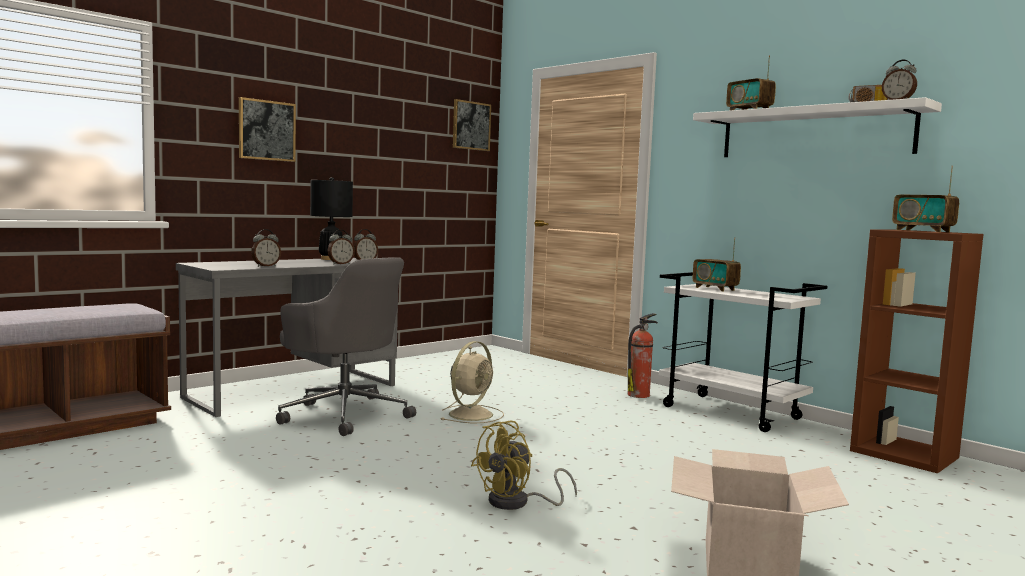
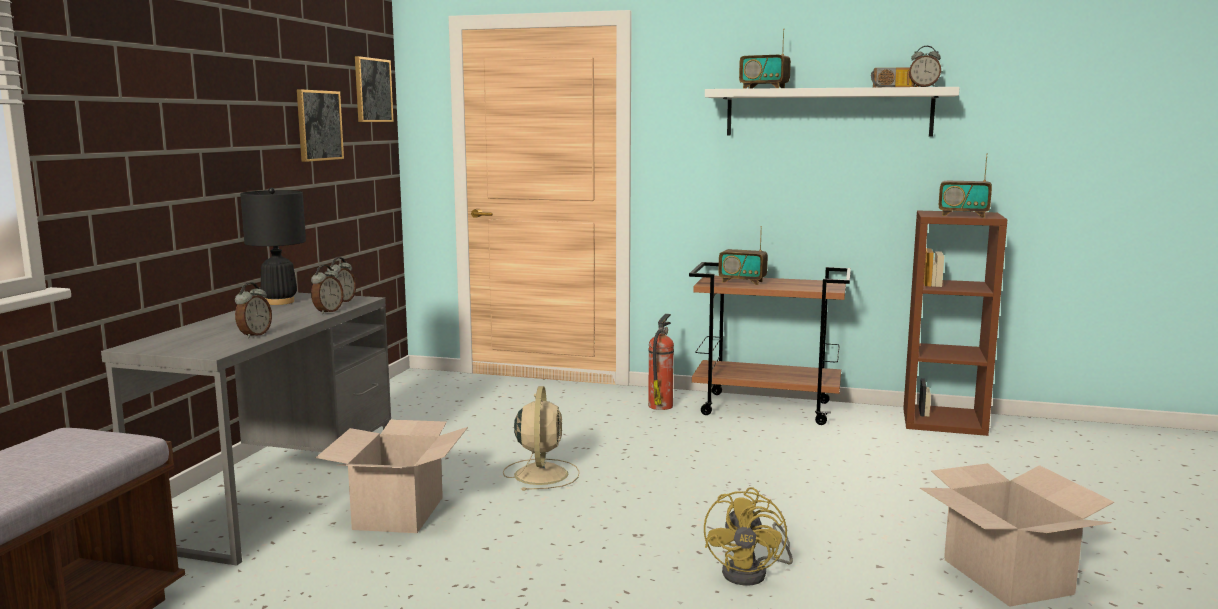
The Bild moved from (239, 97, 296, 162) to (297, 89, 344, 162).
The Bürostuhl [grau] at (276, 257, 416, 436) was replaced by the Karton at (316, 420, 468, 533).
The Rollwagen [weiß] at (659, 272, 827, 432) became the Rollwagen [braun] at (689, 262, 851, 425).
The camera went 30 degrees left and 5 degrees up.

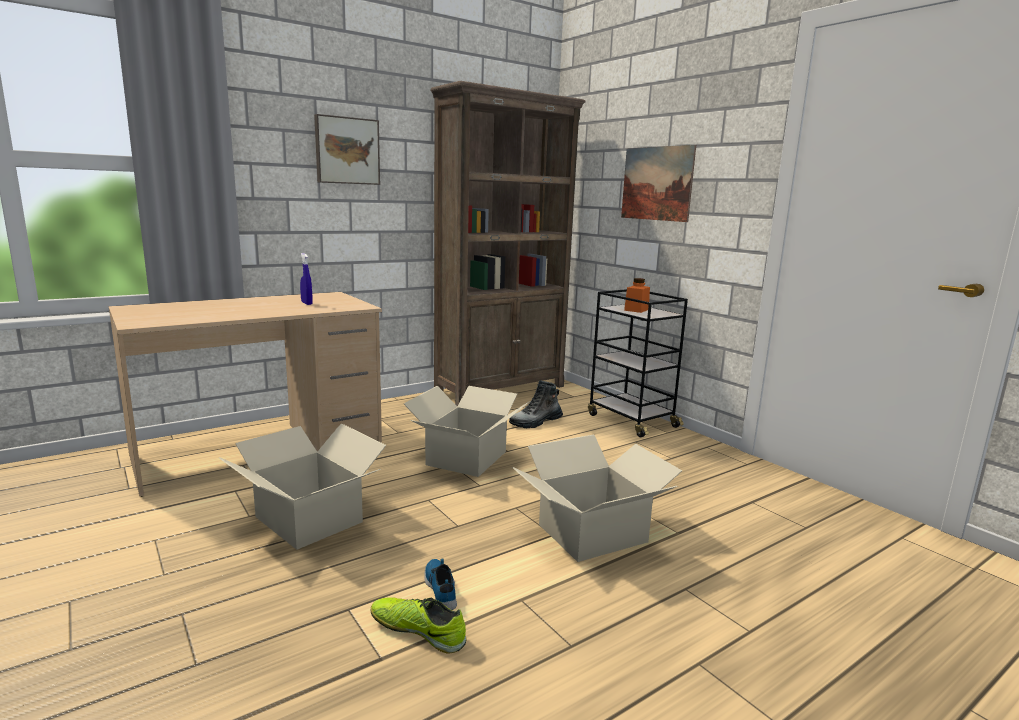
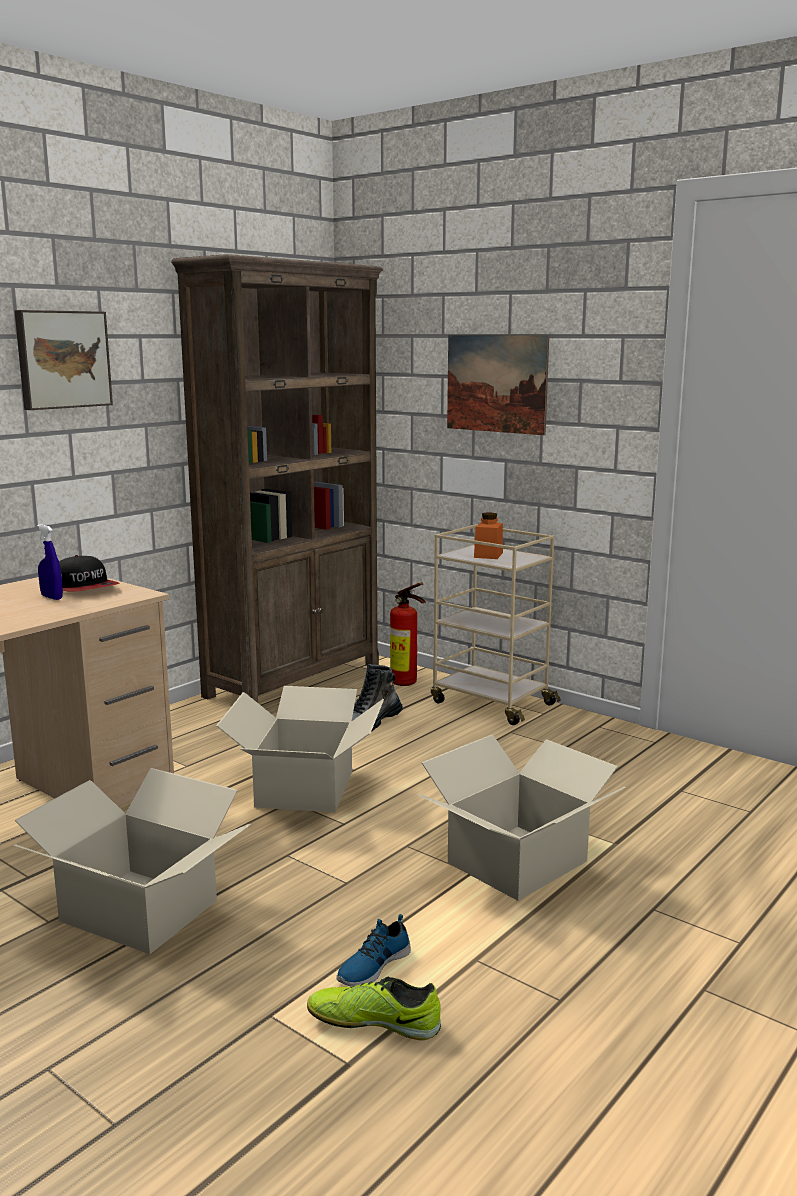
The Rollwagen [schwarz] at (588, 289, 688, 437) became the Rollwagen [beige] at (431, 524, 561, 725).
The Schuh at (424, 558, 457, 610) turned 105 degrees counterclockwise.
The Kappe at (59, 555, 120, 592) appeared.
The Feuerlöscher at (390, 582, 426, 686) appeared.
The camera went 15 degrees left and 0 degrees up.

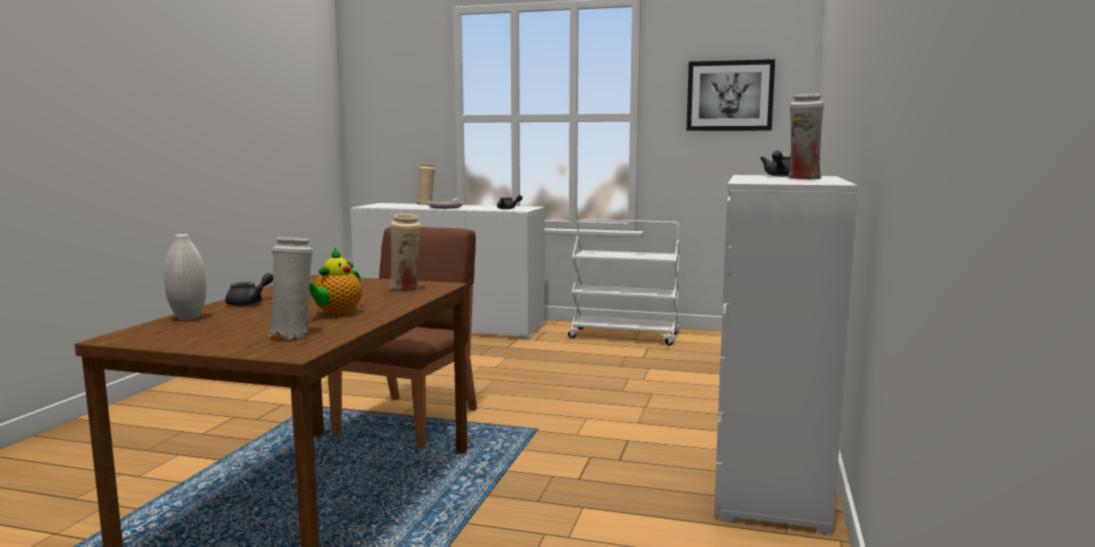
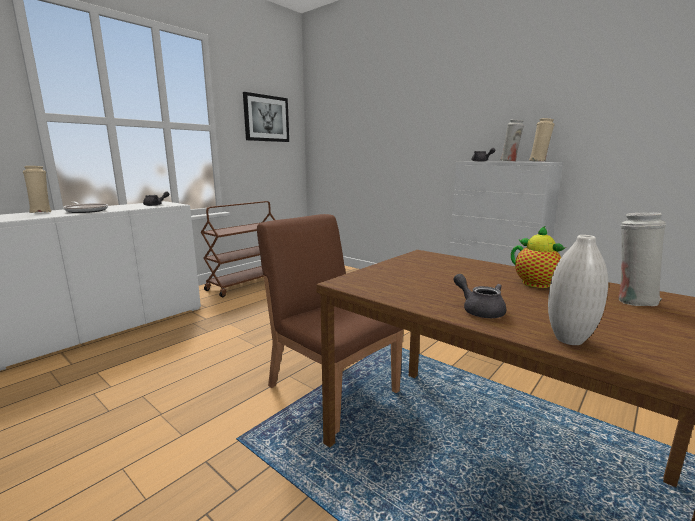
The Vase [beige] moved from (389, 214, 421, 291) to (529, 118, 555, 162).
The Rollwagen [weiß] at (568, 219, 680, 345) became the Rollwagen [braun] at (201, 201, 275, 297).
The camera went 65 degrees left and 5 degrees up.

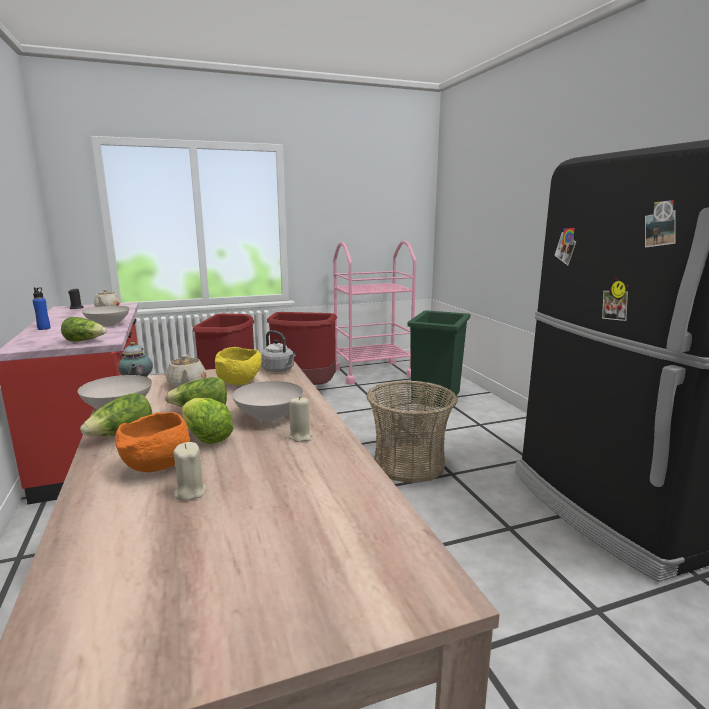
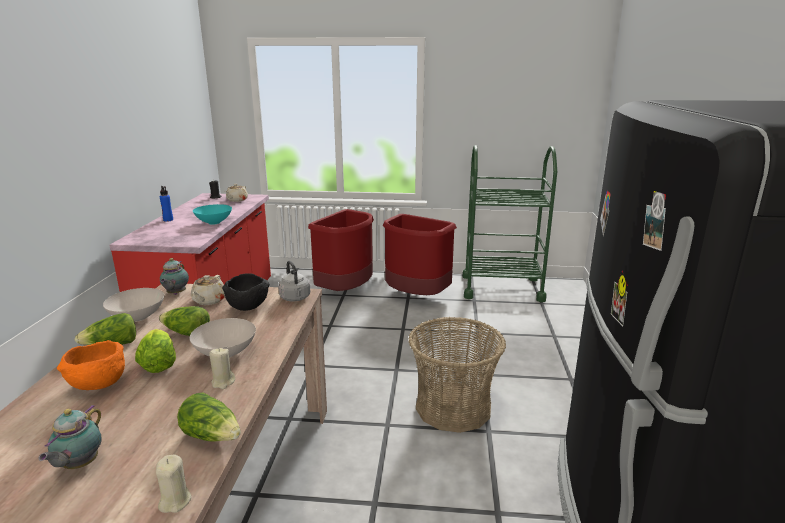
The Rollwagen [rosa] at (333, 241, 416, 385) became the Rollwagen [grün] at (462, 145, 557, 302).
The Schüssel [weiß] at (82, 306, 130, 327) became the Schüssel [türkis] at (193, 204, 232, 225).
The Mülleimer [grün] at (407, 310, 470, 408) disappeared.
The Salatkopf moved from (61, 317, 107, 342) to (177, 393, 241, 441).
The Schüssel [gelb] at (215, 347, 262, 385) became the Schüssel [schwarz] at (222, 273, 270, 311).
The Kerze [beige] moved from (173, 442, 206, 501) to (156, 455, 192, 513).
The Teekanne at (38, 405, 102, 469) appeared.
The camera went 25 degrees right and 5 degrees up.

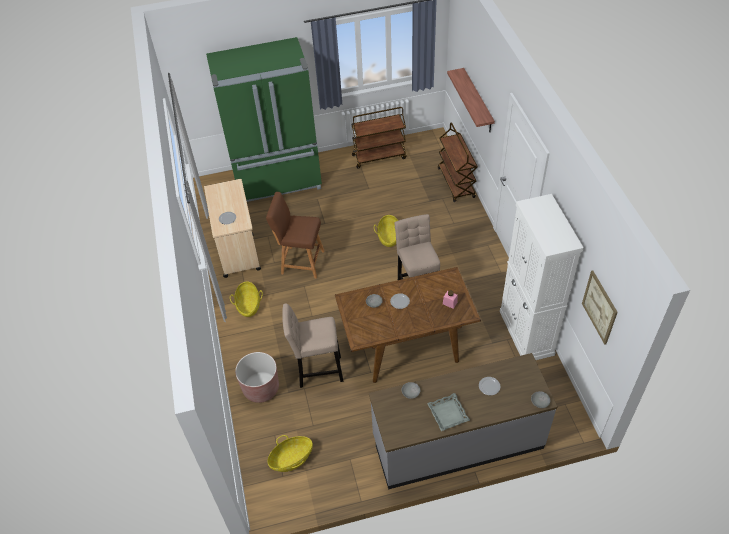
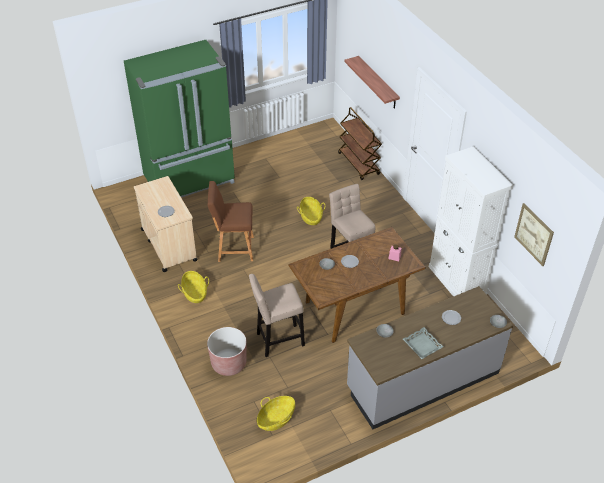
The Rollwagen [braun] at (351, 107, 407, 169) disappeared.
The camera went 15 degrees left and 5 degrees down.

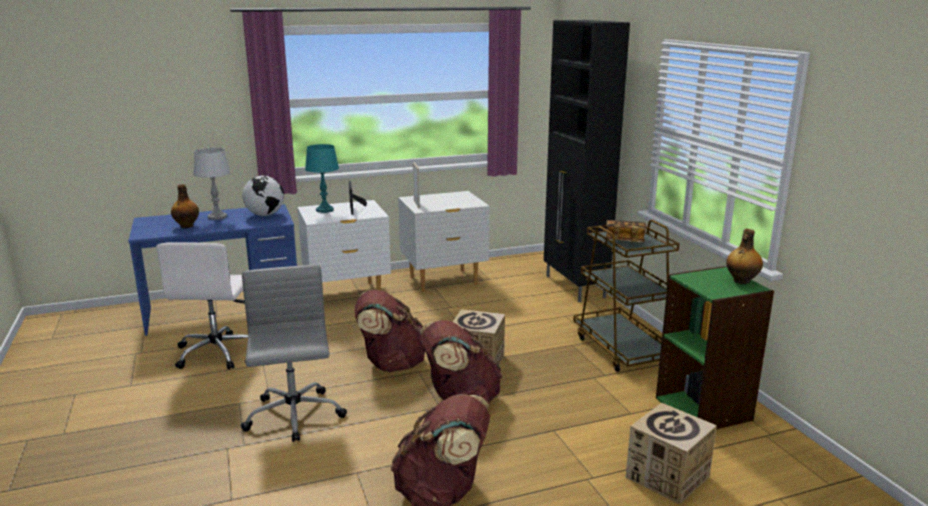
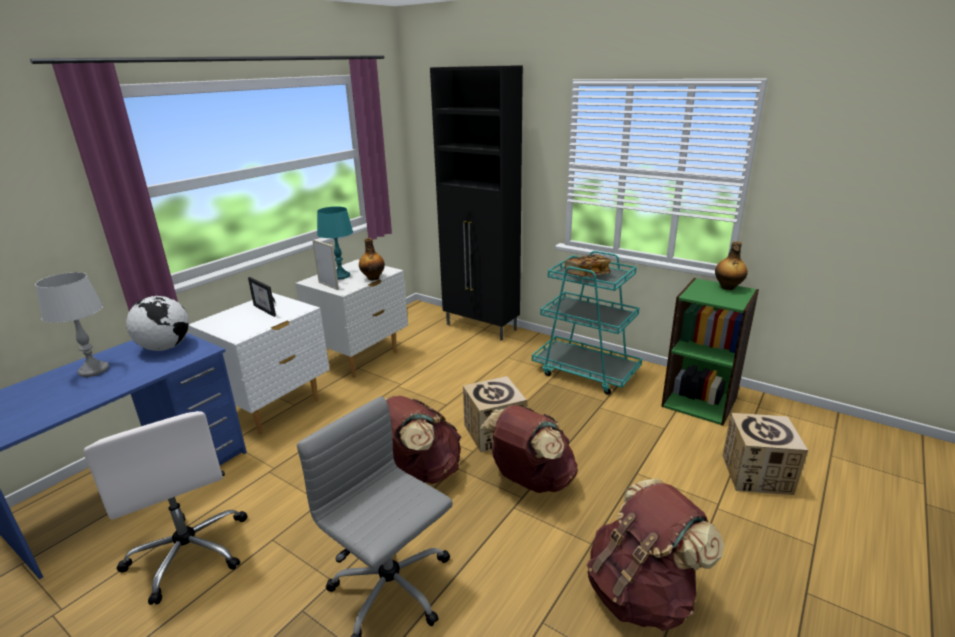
The Tischlampe [türkis] moved from (305, 144, 339, 213) to (317, 207, 353, 279).
The Flasche moved from (171, 184, 199, 228) to (359, 238, 385, 280).
The Rollwagen [braun] at (574, 220, 679, 372) became the Rollwagen [türkis] at (532, 251, 642, 395).
The camera went 35 degrees left and 5 degrees up.

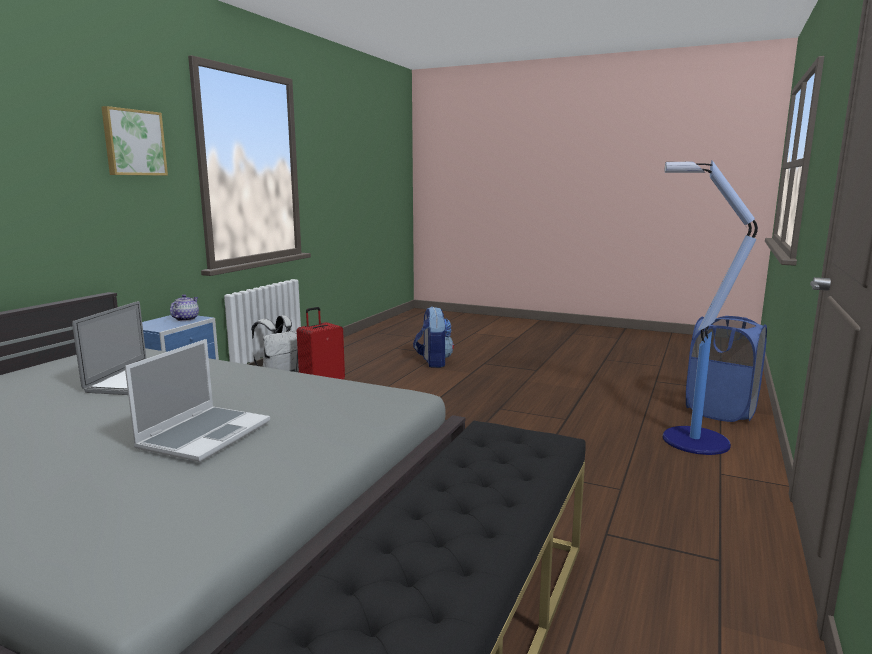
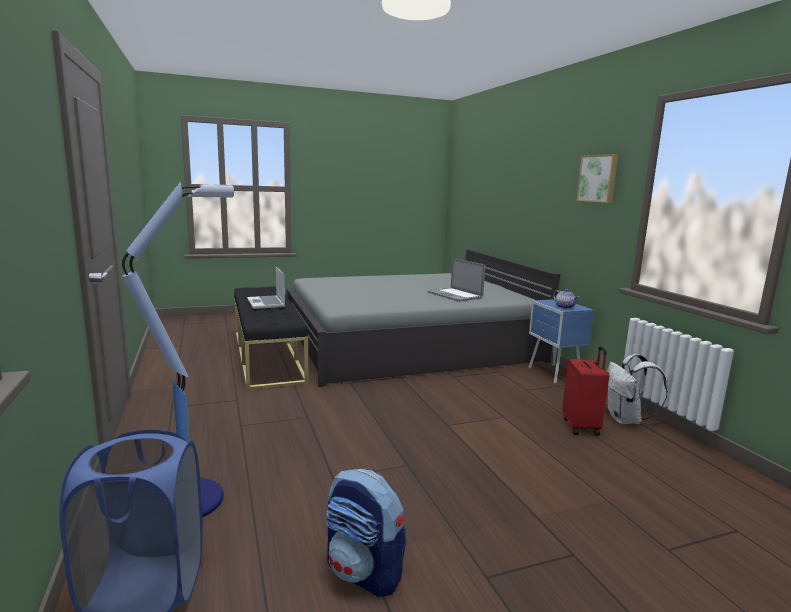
The Rucksack moved from (413, 307, 454, 368) to (326, 469, 407, 597).
The Laptop moved from (125, 339, 270, 462) to (247, 267, 285, 309).
The camera went 135 degrees right and 0 degrees up.

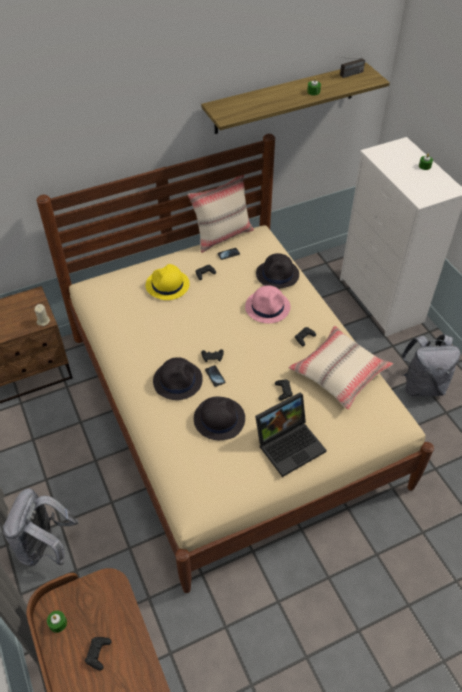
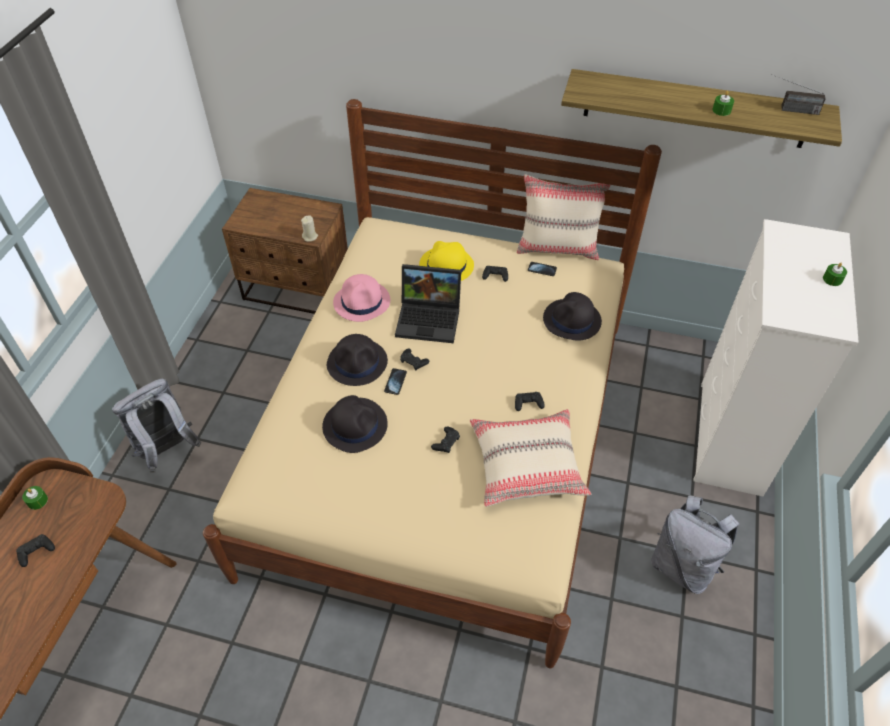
The Hut [rosa] moved from (245, 285, 291, 323) to (333, 274, 390, 322).
The Laptop moved from (255, 392, 327, 477) to (395, 264, 461, 343).
The camera went 40 degrees right and 0 degrees up.

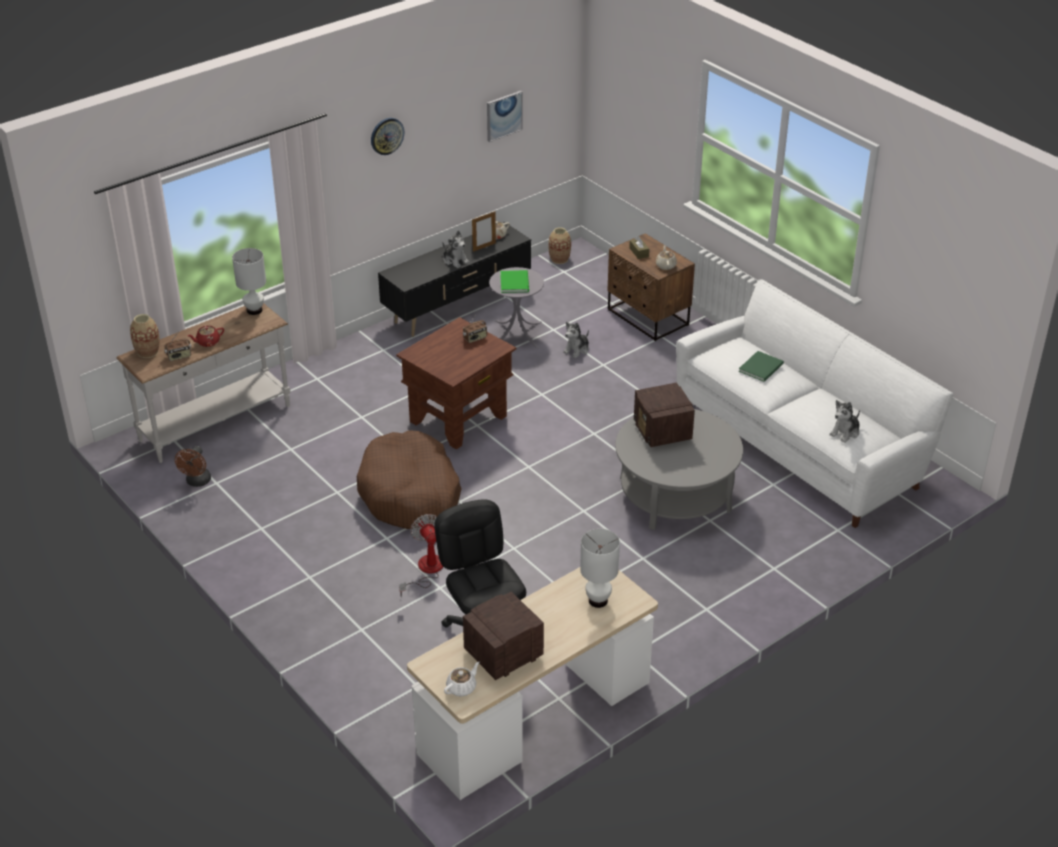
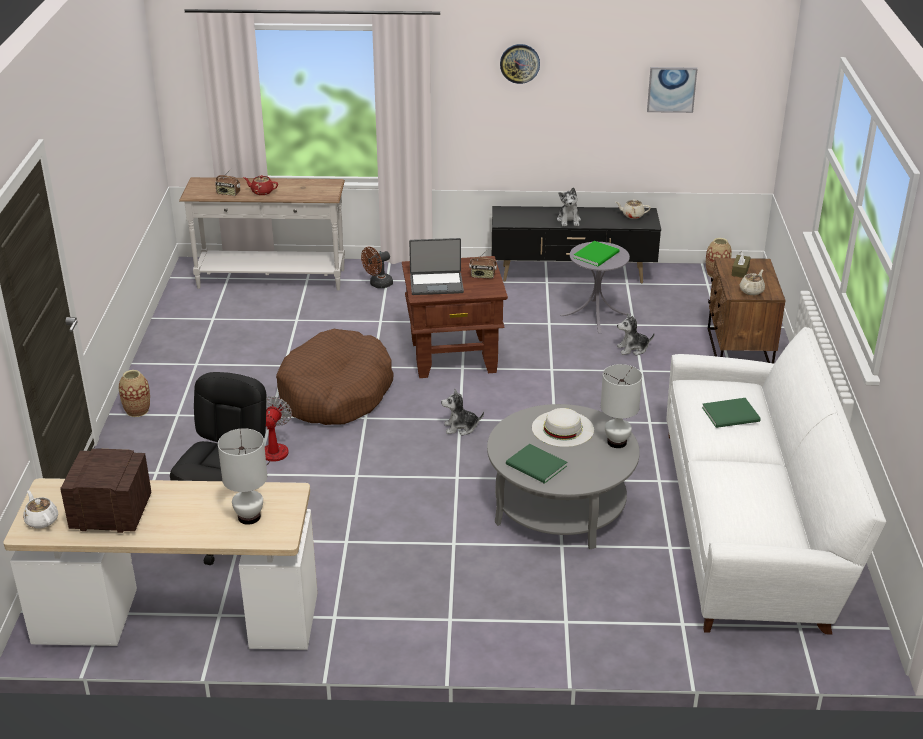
The Bilderrahmen at (472, 211, 496, 252) disappeared.
The Tischlampe [weiß] moved from (232, 248, 266, 315) to (601, 364, 642, 448).
The Vase moved from (130, 314, 160, 358) to (119, 370, 150, 417).
The Radio at (634, 383, 695, 447) was replaced by the Hut [weiß] at (532, 408, 594, 447).
The Plüschtier moved from (829, 400, 860, 443) to (441, 389, 484, 436).
The Ventilator [braun] moved from (175, 446, 211, 487) to (361, 247, 393, 288).
The Teekanne [weiß] at (444, 662, 480, 697) turned 120 degrees counterclockwise.
The Laptop at (409, 238, 464, 295) appeared.
The Buch [grün] at (506, 444, 567, 484) appeared.
The camera went 40 degrees right and 5 degrees down.

